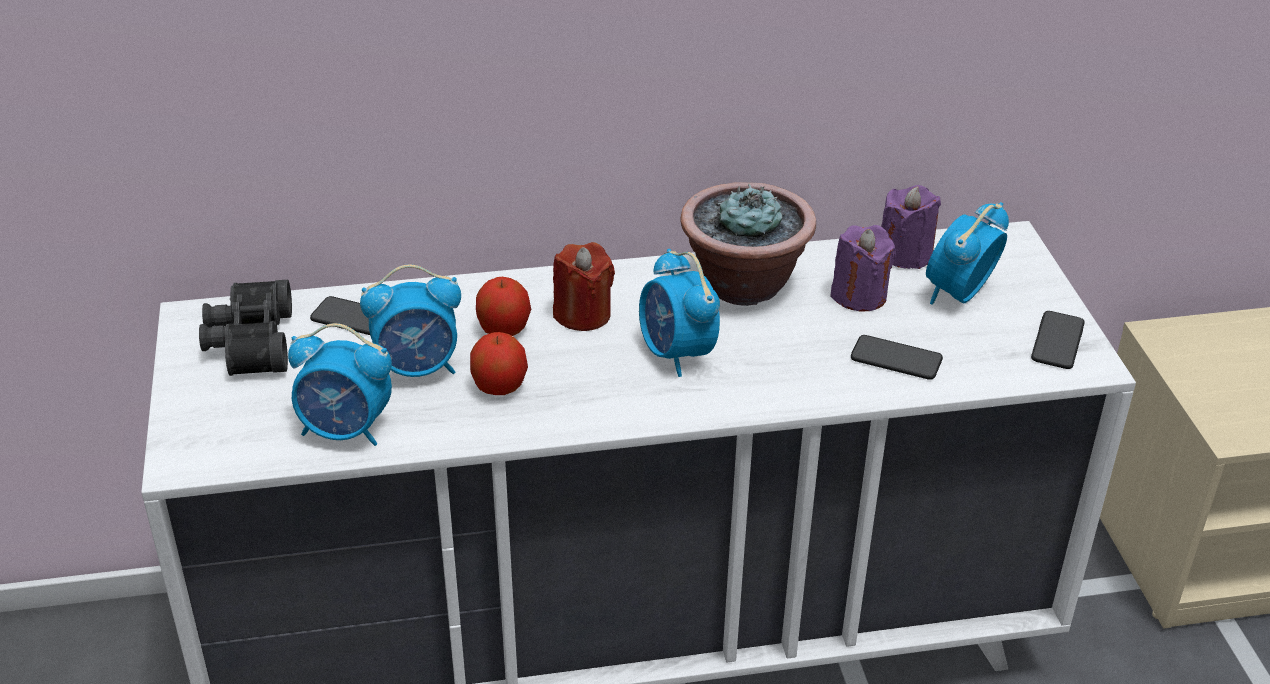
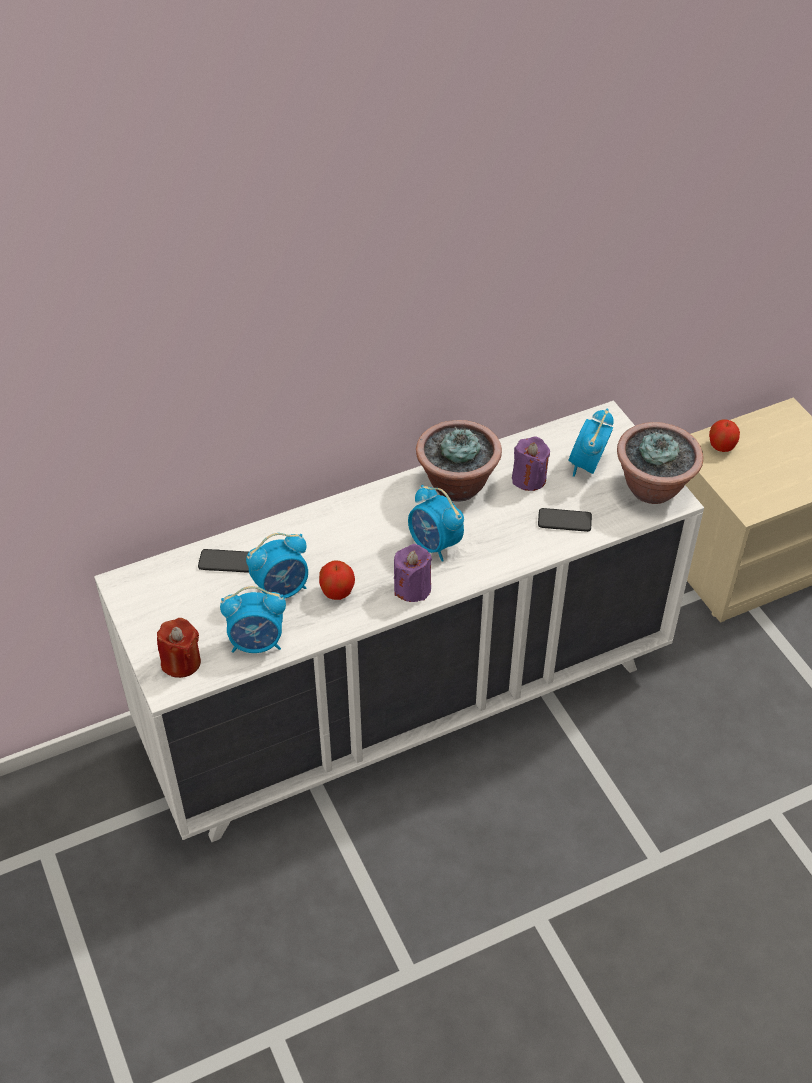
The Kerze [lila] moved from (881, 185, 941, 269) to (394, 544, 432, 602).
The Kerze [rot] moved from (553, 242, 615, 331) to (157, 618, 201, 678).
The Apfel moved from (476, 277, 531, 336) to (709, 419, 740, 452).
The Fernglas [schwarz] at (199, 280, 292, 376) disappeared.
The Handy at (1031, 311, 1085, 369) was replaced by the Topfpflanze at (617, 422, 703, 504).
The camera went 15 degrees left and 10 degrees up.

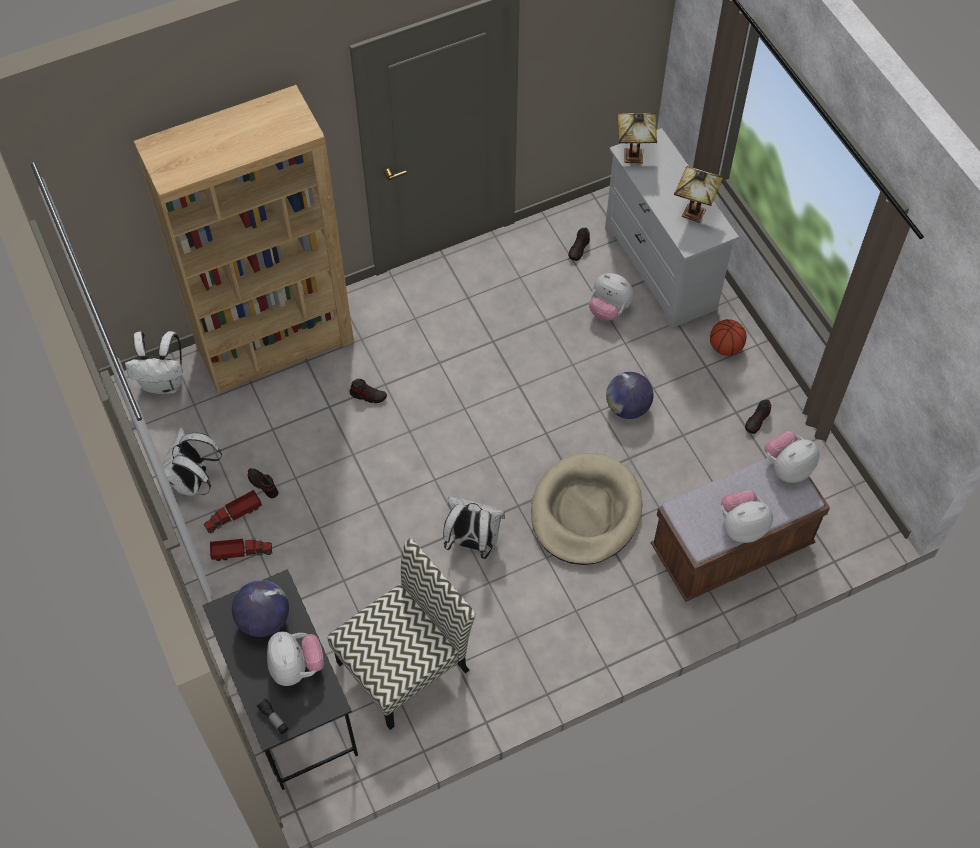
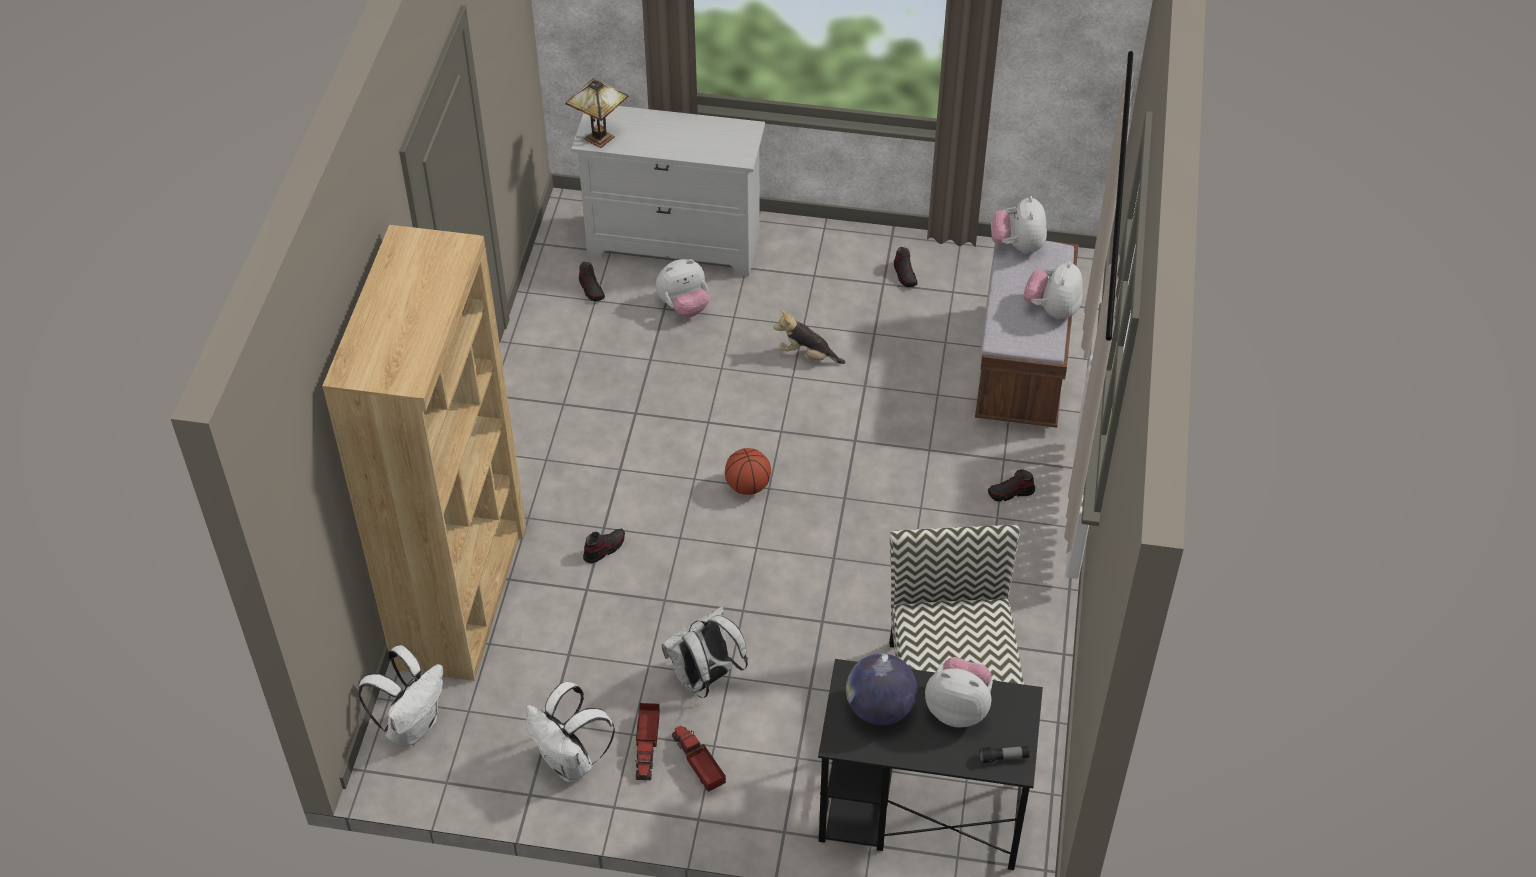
The Tischlampe at (674, 166, 724, 223) disappeared.
The Basketball moved from (710, 319, 746, 356) to (725, 448, 771, 495).
The Globus at (606, 372, 653, 419) was replaced by the Plüschtier at (774, 310, 845, 364).
The Hundebett [beige] at (531, 453, 643, 565) disappeared.
The Schuh moved from (248, 468, 278, 498) to (988, 469, 1035, 502).
The Rucksack [weiß] moved from (443, 497, 505, 559) to (662, 606, 748, 698).
The Spielzeuglaster at (210, 539, 272, 561) turned 60 degrees counterclockwise.
The camera went 55 degrees left and 10 degrees down.

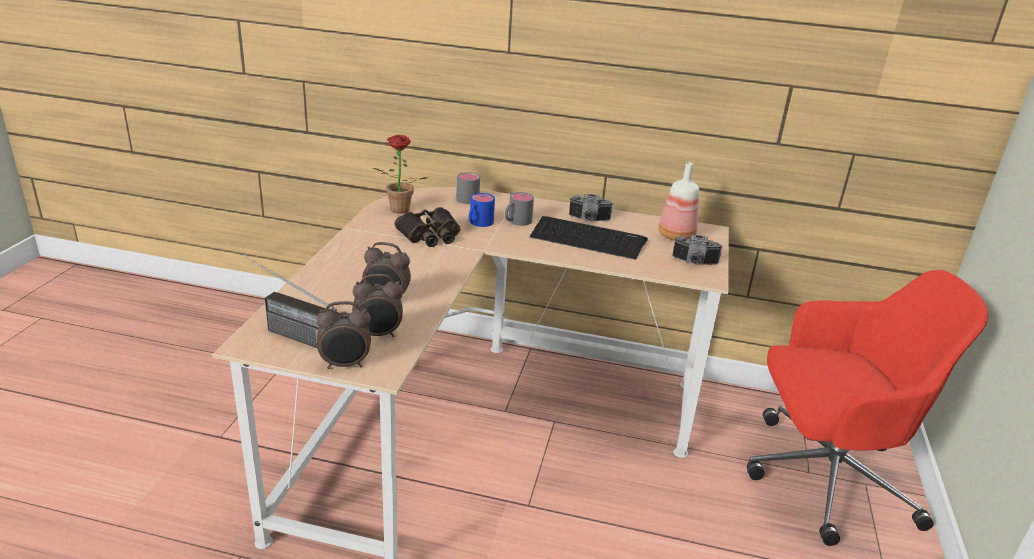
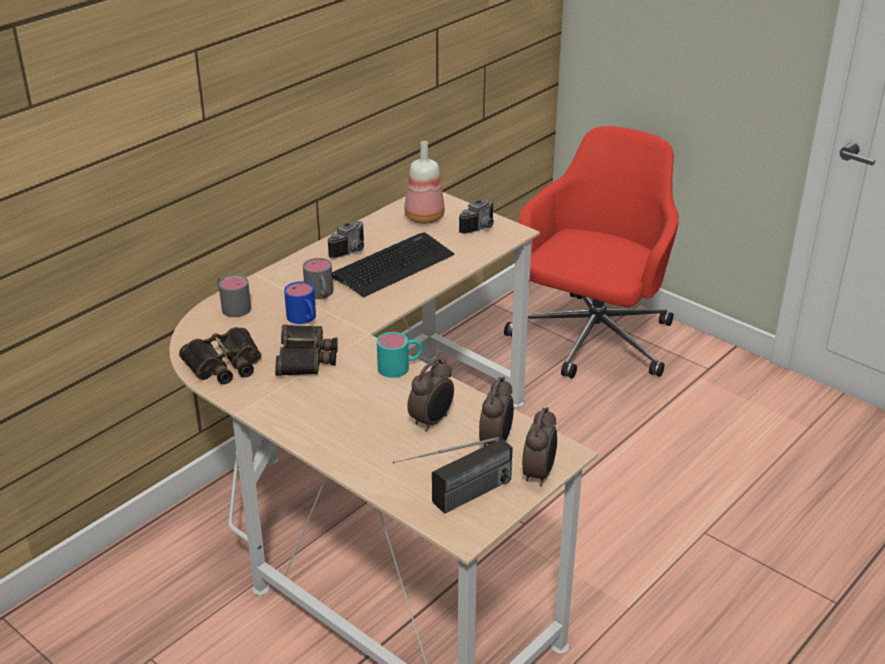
The Topfpflanze at (372, 135, 428, 214) was replaced by the Fernglas at (179, 327, 262, 384).
The Henkelbecher [türkis] at (377, 332, 423, 378) appeared.
The camera went 60 degrees left and 5 degrees up.

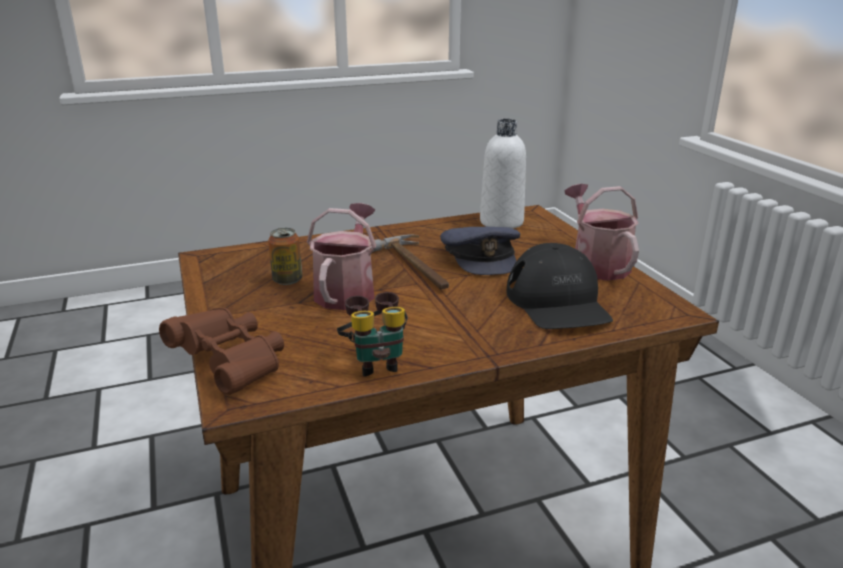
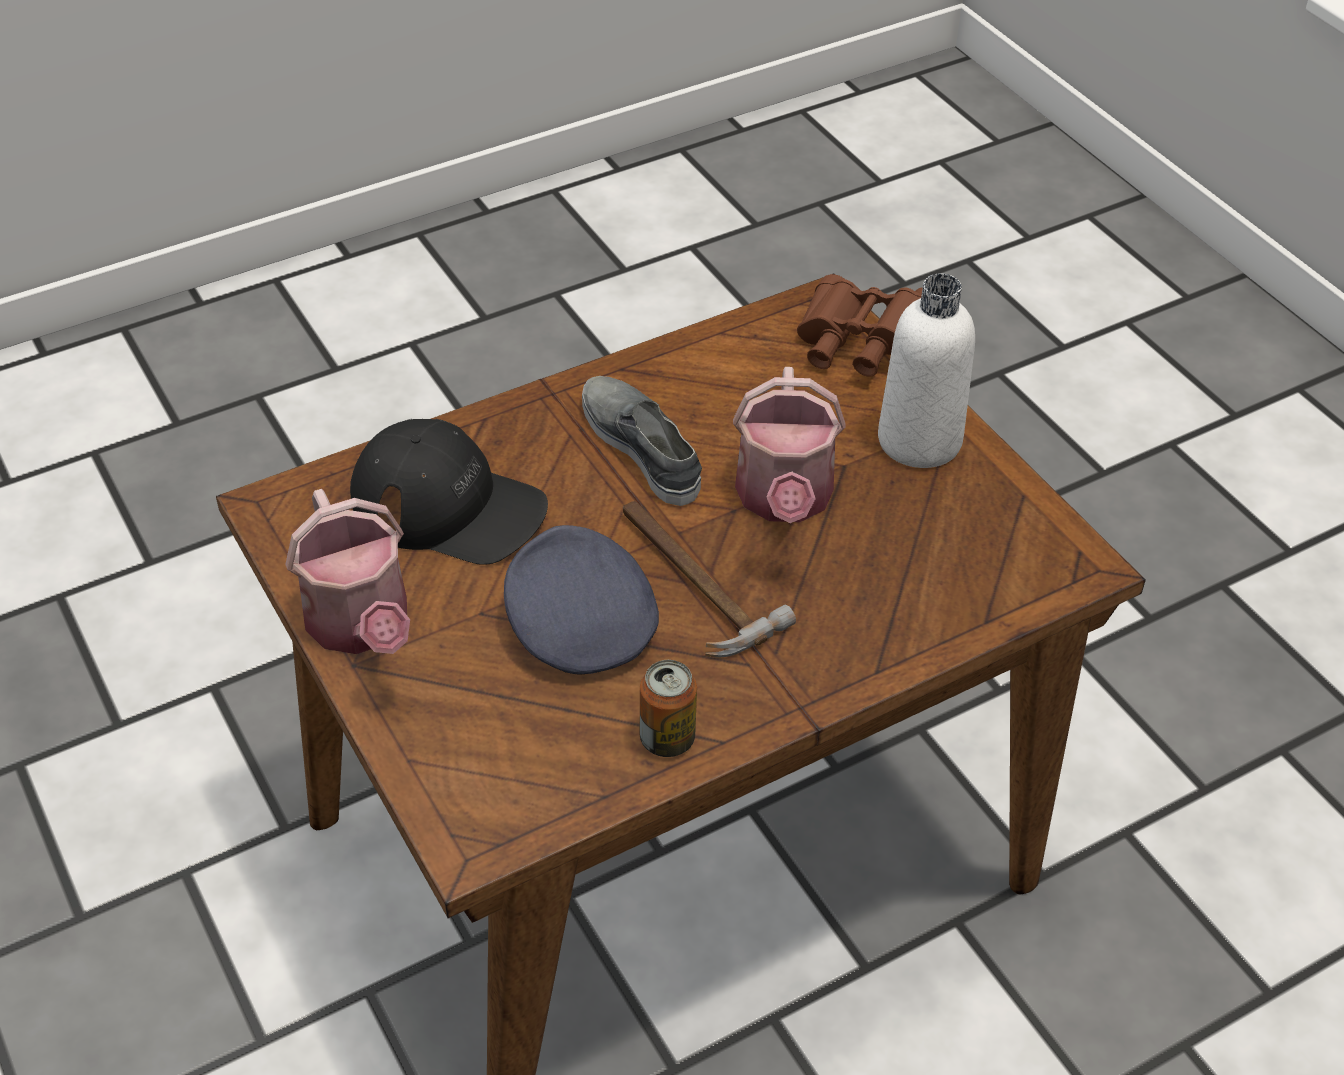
The Flasche [weiß] moved from (480, 119, 526, 229) to (878, 273, 975, 468).
The Dose moved from (268, 228, 302, 285) to (639, 660, 697, 757).
The Kappe [schwarz] at (506, 243, 613, 329) turned 135 degrees clockwise.
The Fernglas at (337, 292, 408, 377) disappeared.
The Schuh [grau] at (582, 376, 702, 506) appeared.
The camera went 170 degrees right and 20 degrees up.

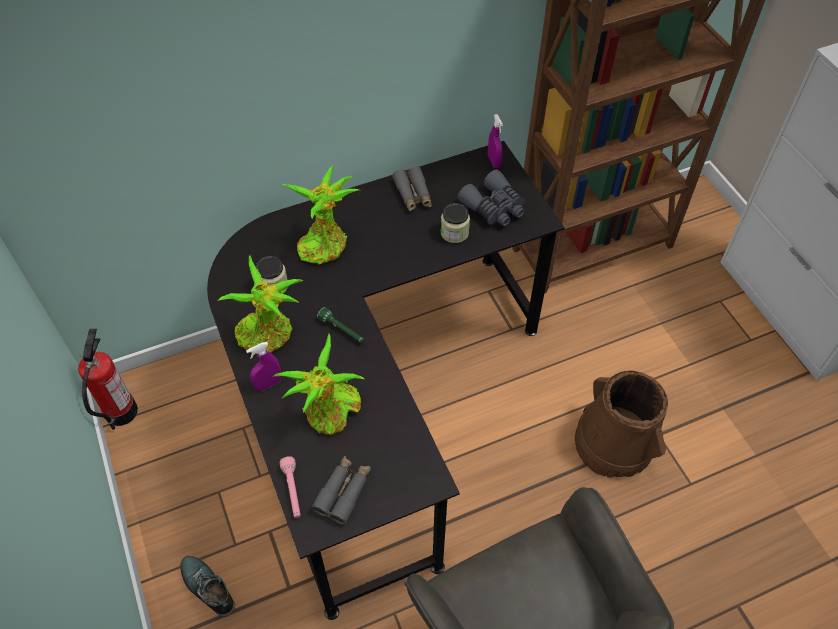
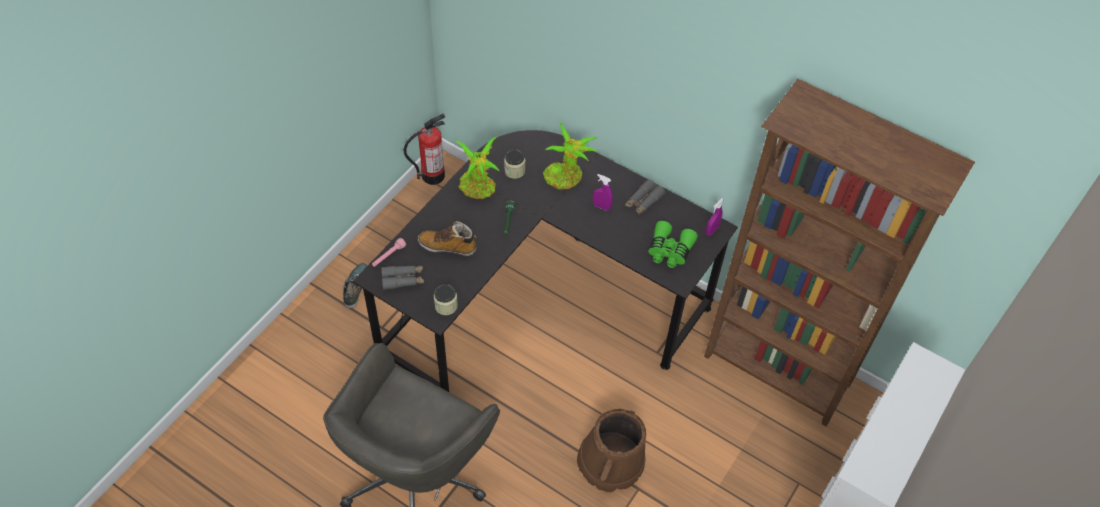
The Fernglas [grau] at (457, 170, 525, 226) became the Fernglas [grün] at (648, 221, 698, 268).
The Vorratsglas moved from (441, 203, 470, 243) to (434, 284, 458, 315).
The Topfpflanze at (274, 334, 364, 435) was replaced by the Stiefel at (418, 221, 477, 256).
The Sprühflasche [lila] moved from (246, 342, 281, 391) to (593, 174, 613, 211).
The camera went 55 degrees right and 0 degrees up.

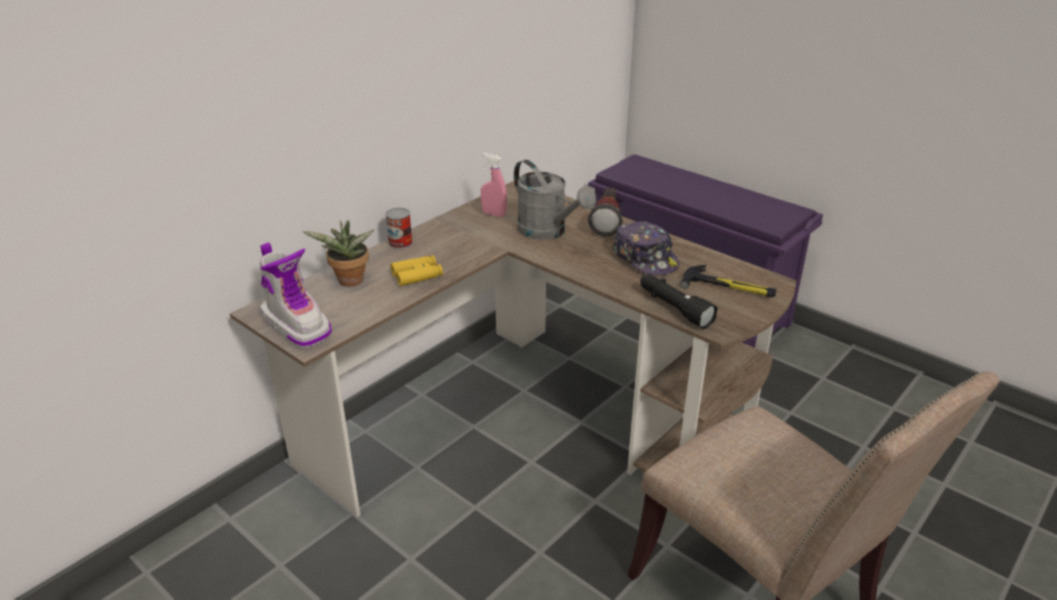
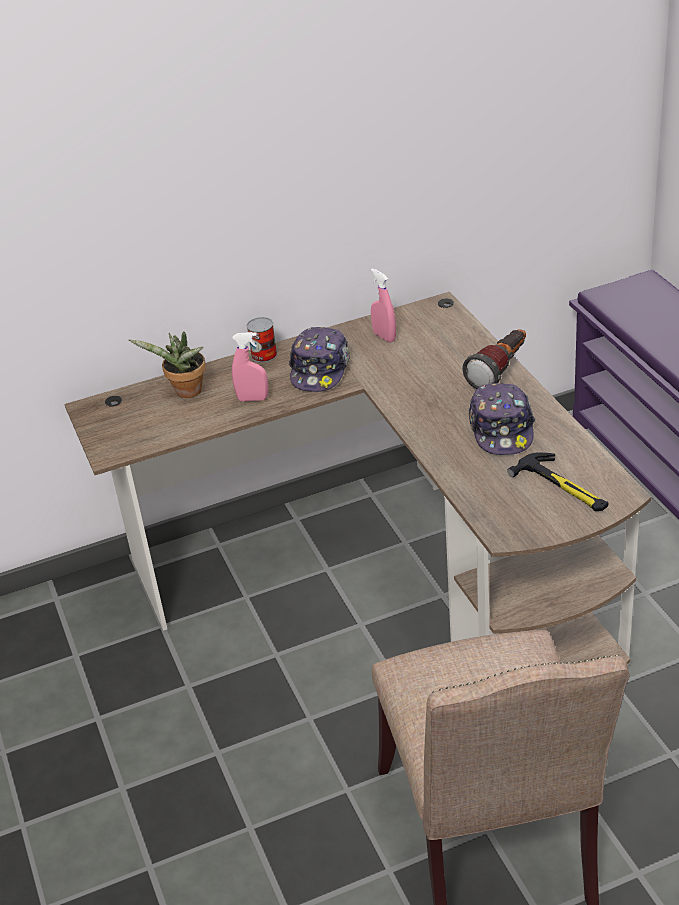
The Gießkanne [grau] at (514, 160, 596, 240) disappeared.
The Stiefel at (260, 242, 332, 348) disappeared.
The Fernglas [gelb] at (391, 255, 443, 286) was replaced by the Sprühflasche [rosa] at (232, 332, 268, 402).
The Taschenlampe [schwarz] at (640, 274, 718, 329) disappeared.
The Kappe at (289, 327, 350, 392) appeared.
The camera went 30 degrees right and 5 degrees up.

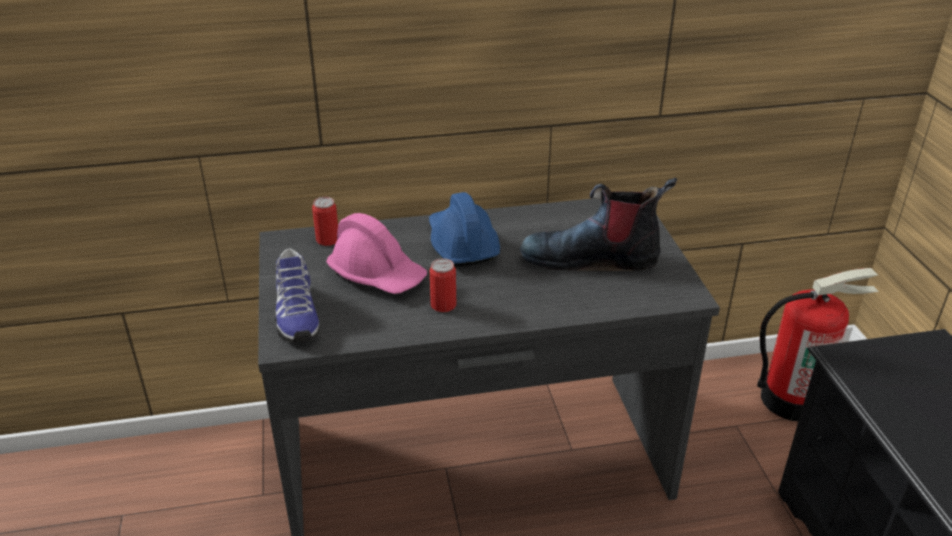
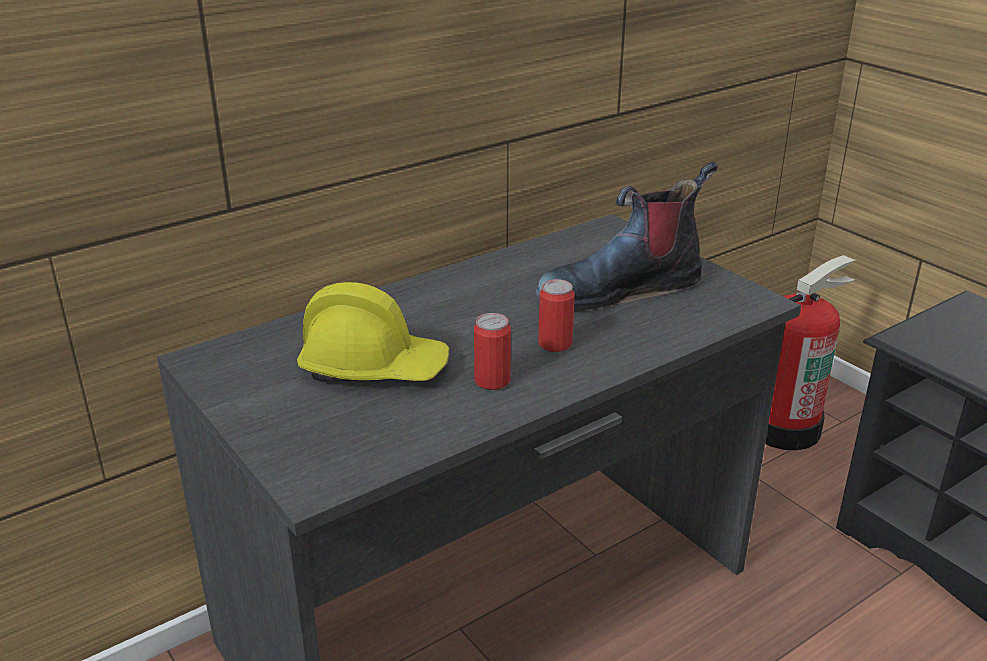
The Schutzhelm [blau] at (429, 192, 500, 267) disappeared.
The Dose moved from (312, 197, 338, 246) to (538, 279, 575, 352).
The Schutzhelm [rosa] at (326, 213, 427, 294) became the Schutzhelm [gelb] at (297, 282, 449, 382).
The Schuh at (275, 248, 319, 343) disappeared.
The camera went 25 degrees left and 5 degrees down.

